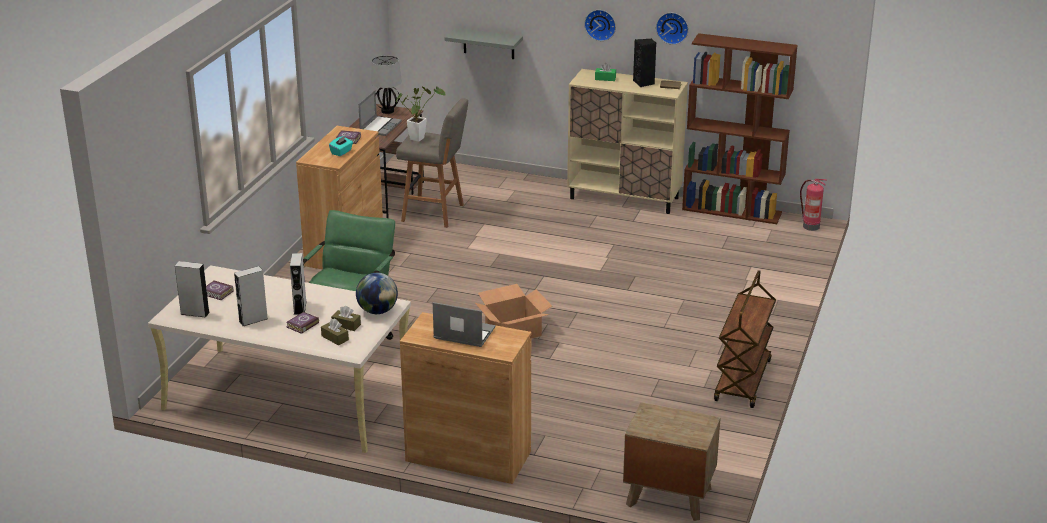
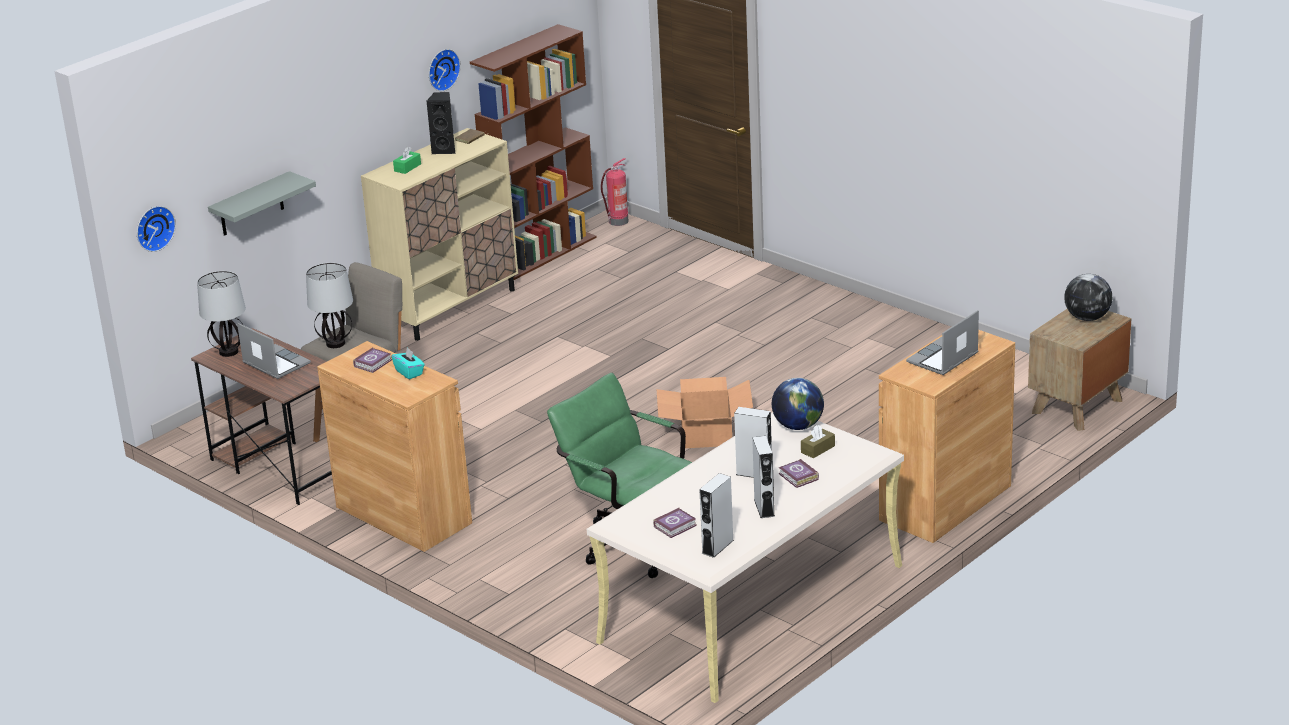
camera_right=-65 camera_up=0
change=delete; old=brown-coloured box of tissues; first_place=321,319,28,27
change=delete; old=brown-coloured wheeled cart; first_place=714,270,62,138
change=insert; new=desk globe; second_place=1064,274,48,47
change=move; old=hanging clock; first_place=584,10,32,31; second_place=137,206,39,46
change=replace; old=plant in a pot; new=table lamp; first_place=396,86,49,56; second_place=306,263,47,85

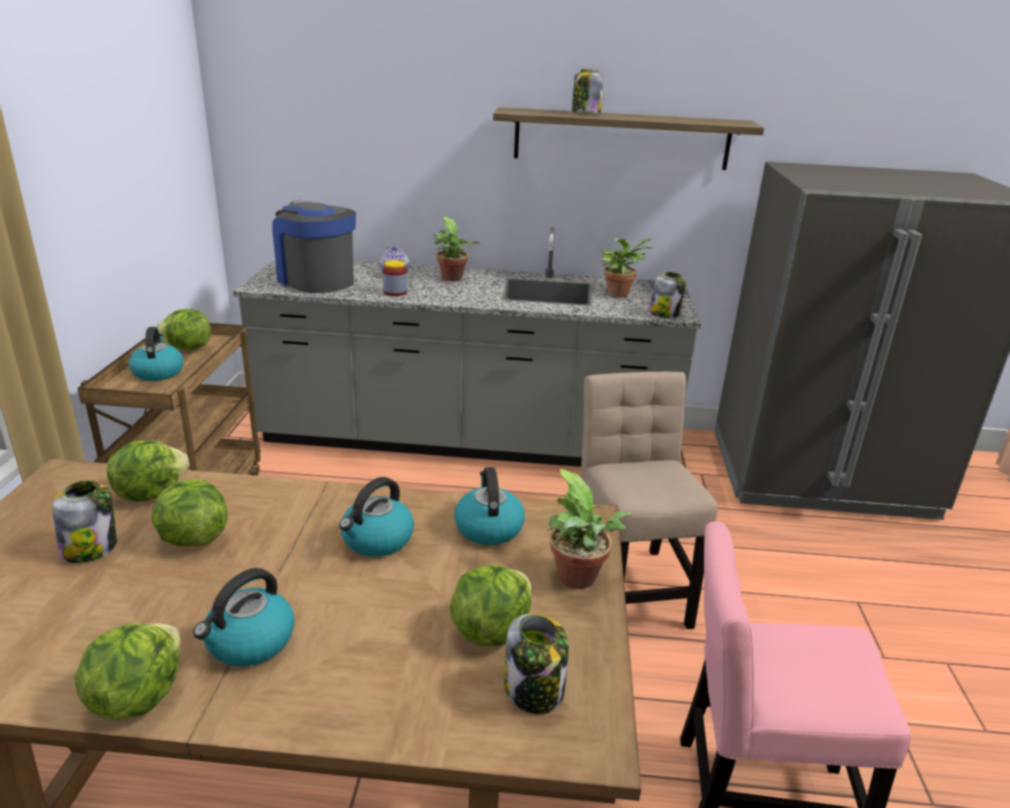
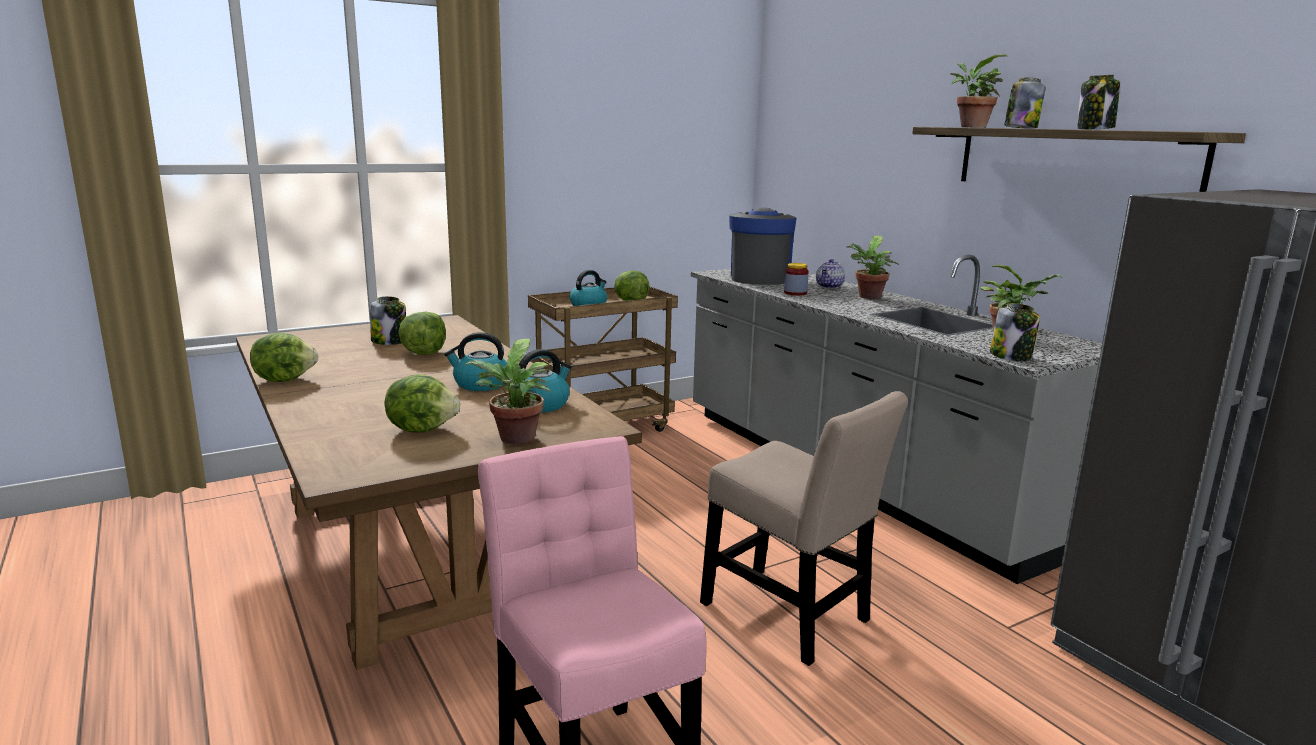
camera_right=55 camera_up=-10
change=delete; old=head of lettuce; first_place=107,440,83,62
change=delete; old=water kettle; first_place=193,568,101,98
change=insert; new=plant in a pot; second_place=950,54,58,74
change=move; old=jar; first_place=504,613,65,101; second_place=1077,75,43,54
change=rotate; old=beige-coloured plain chair; first_place=581,372,136,257; second_place=700,391,208,275; degrees=90

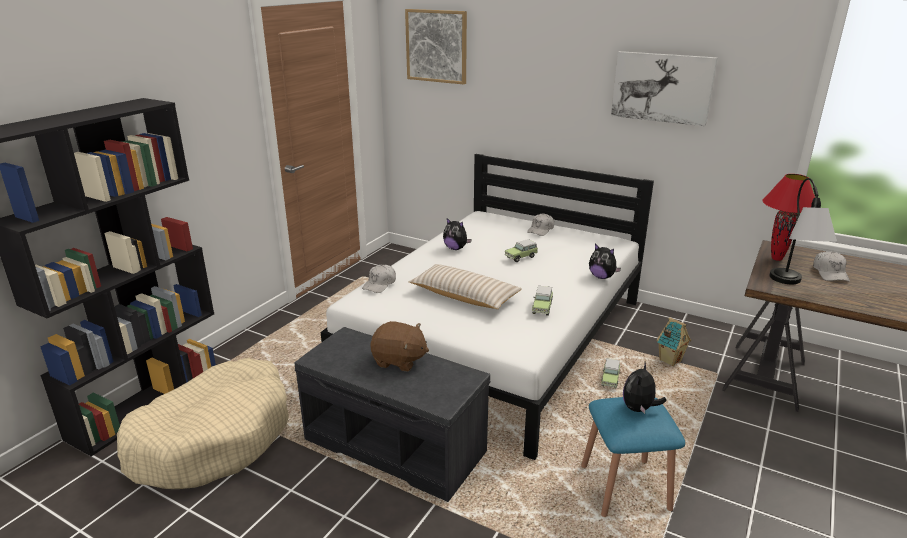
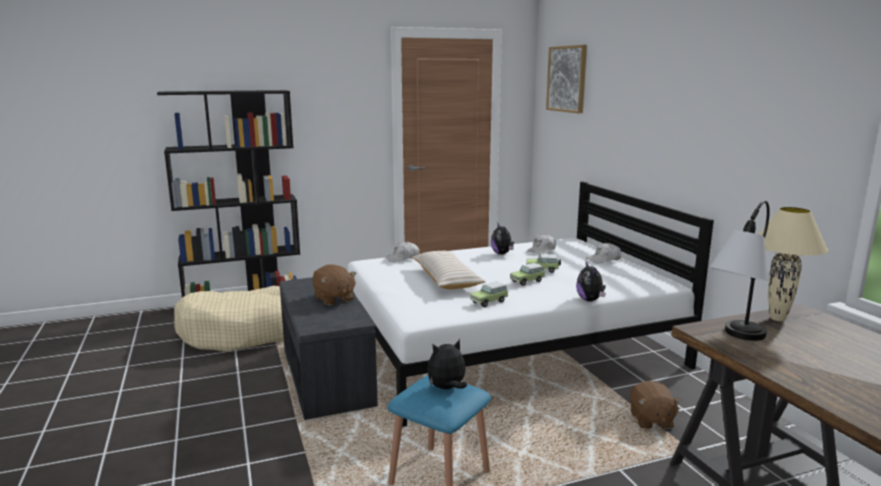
camera_right=40 camera_up=-10
change=delete; old=wall art; first_place=611,51,107,75
change=move; old=model car; first_place=601,359,19,30; second_place=510,263,35,23
change=move; old=white peaked cap; first_place=813,251,37,30; second_place=527,234,29,21
change=replace; old=miniature house; new=brown-coloured cuddly toy; first_place=656,317,35,49; second_place=630,381,52,48
change=recolor; old=red table lamp; new=beige-coloured table lamp; first_place=762,174,53,87; second_place=759,207,69,114

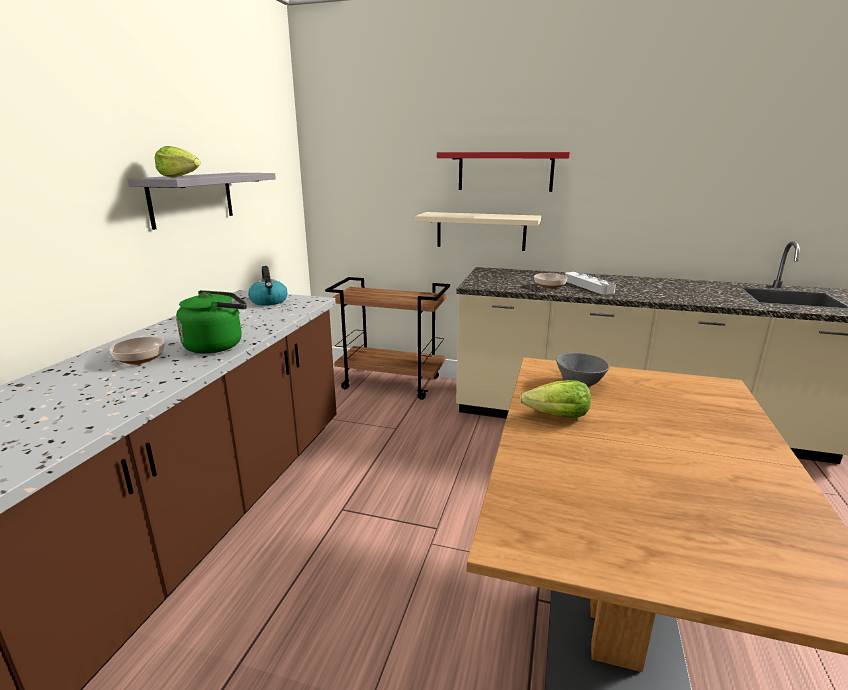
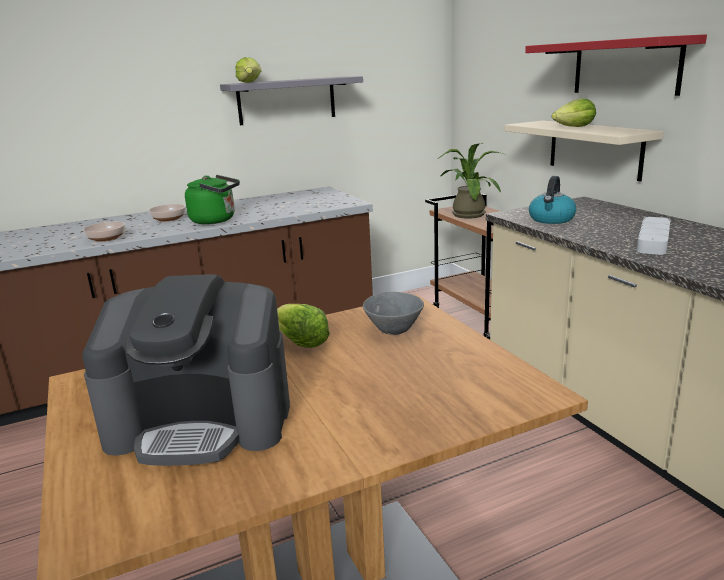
camera_right=50 camera_up=0
change=insert; new=coffee maker; second_place=82,274,208,192
change=insert; new=plant in a pot; second_place=438,143,68,76
change=insert; new=head of lettuce; second_place=552,98,44,29
change=move; old=water kettle; first_place=248,266,39,40; second_place=529,176,47,48
change=move; old=serving bowl; first_place=534,273,33,16; second_place=83,222,42,20

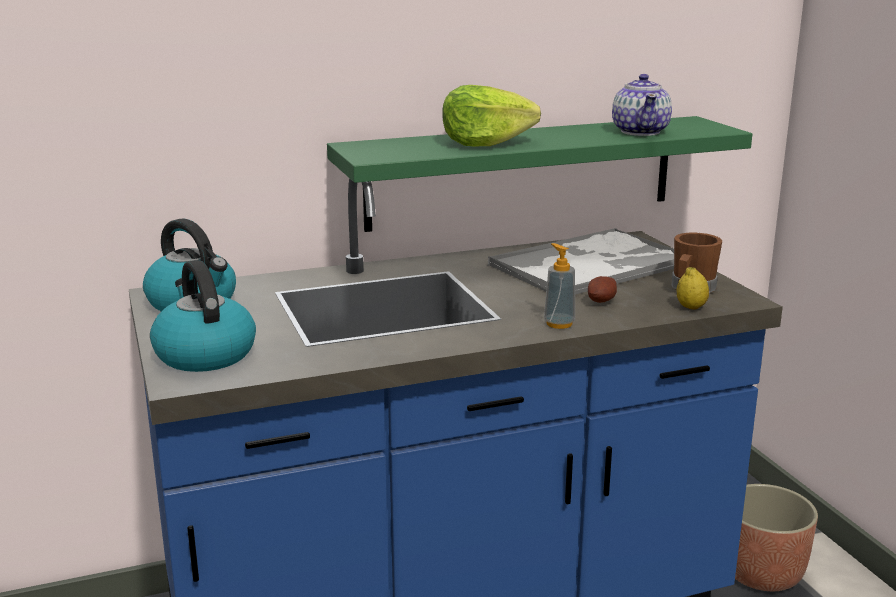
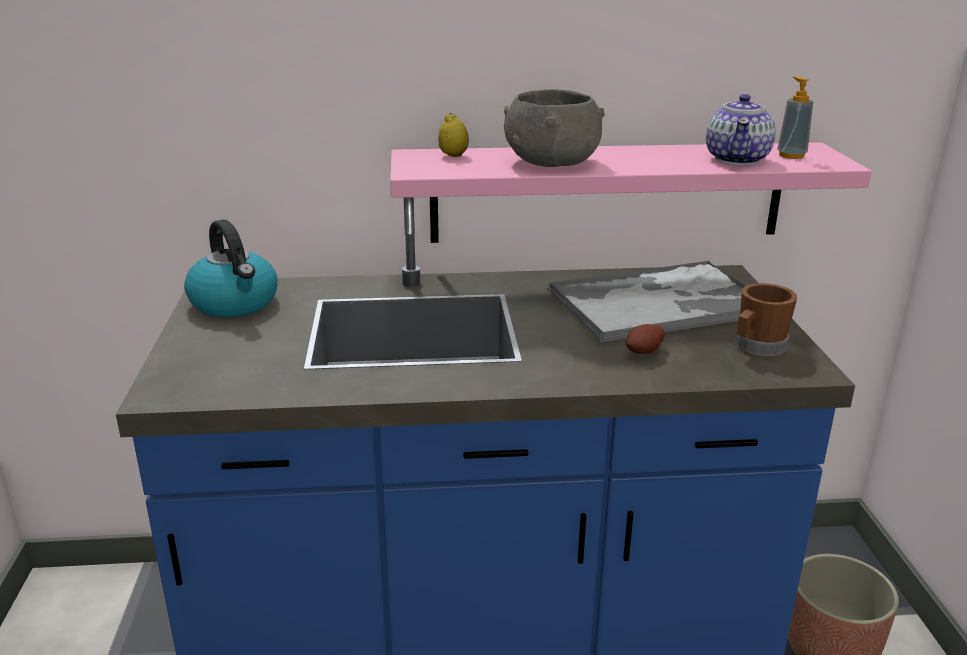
camera_right=15 camera_up=5
change=delete; old=water kettle; first_place=150,260,106,112
change=move; old=soap dispenser; first_place=544,243,31,86; second_place=777,76,36,83
change=move; old=citrus fruit; first_place=676,267,33,42; second_place=438,113,31,44
change=replace; old=head of lettuce; new=greyish serving bowl; first_place=442,85,99,62; second_place=504,89,101,78
change=recolor; old=green-coloured wall shelf; new=pink wall shelf; first_place=327,116,425,116; second_place=390,142,481,101

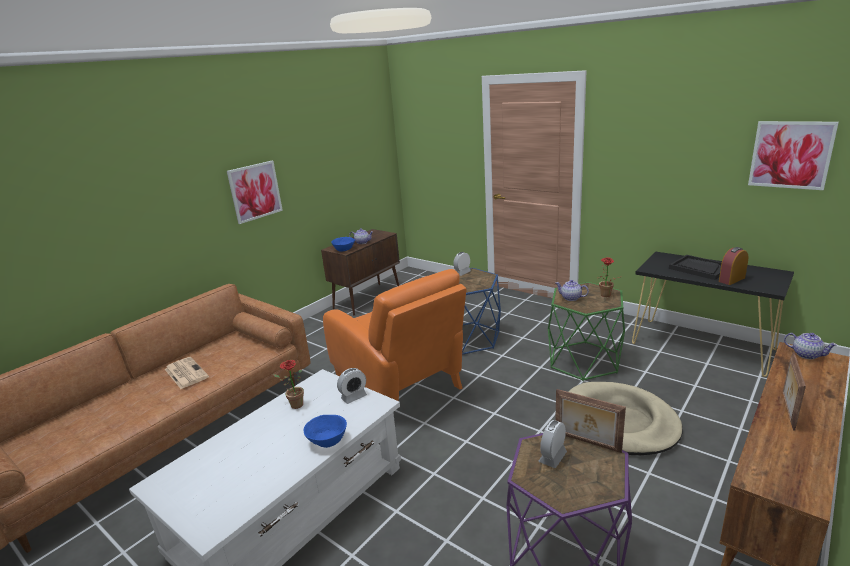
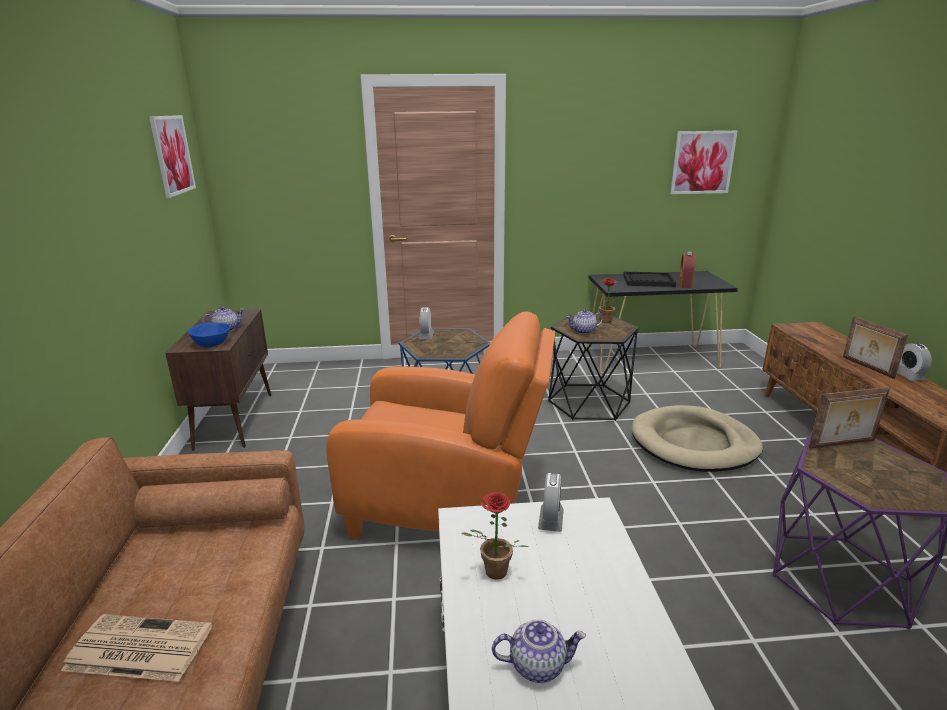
camera_right=-45 camera_up=0
change=delete; old=blue-coloured serving bowl; first_place=304,415,43,33
change=move; old=wall art; first_place=227,161,56,63; second_place=149,115,47,83
change=move; old=bedside clock; first_place=539,420,28,48; second_place=897,343,35,38
change=move; old=pot for tea; first_place=784,333,53,26; second_place=492,619,94,64
change=recolor; old=green-coloured end table; new=blackish end table; first_place=548,282,77,99; second_place=548,314,91,107

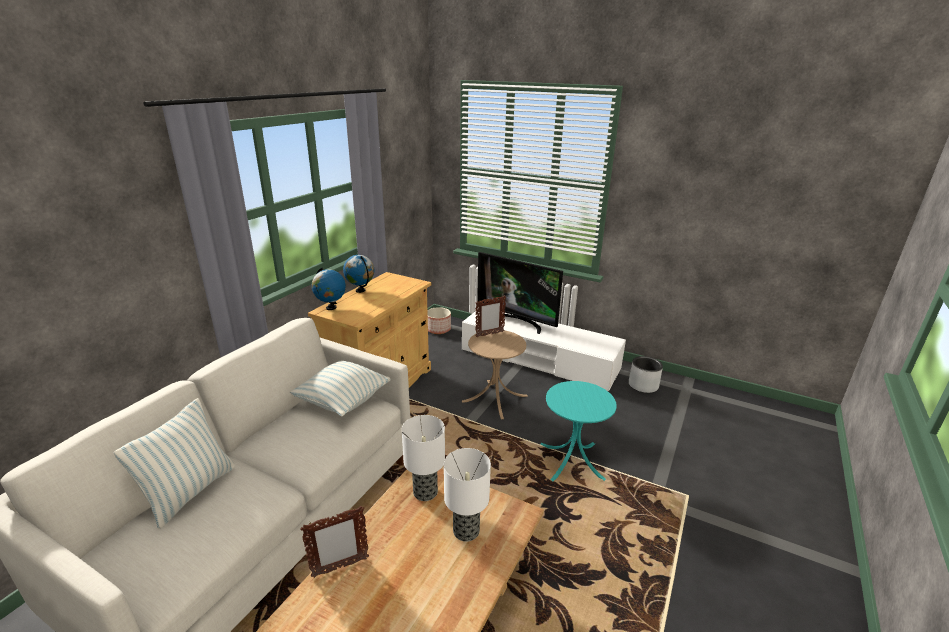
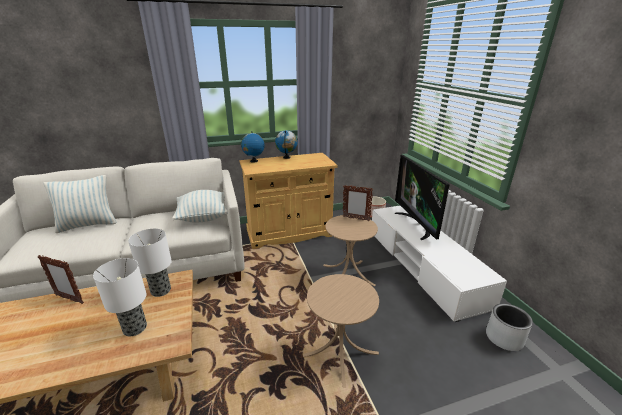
camera_right=45 camera_up=0
change=recolor; old=turquoise-coloured end table; new=beige-coloured end table; first_place=540,381,77,100; second_place=303,274,76,114

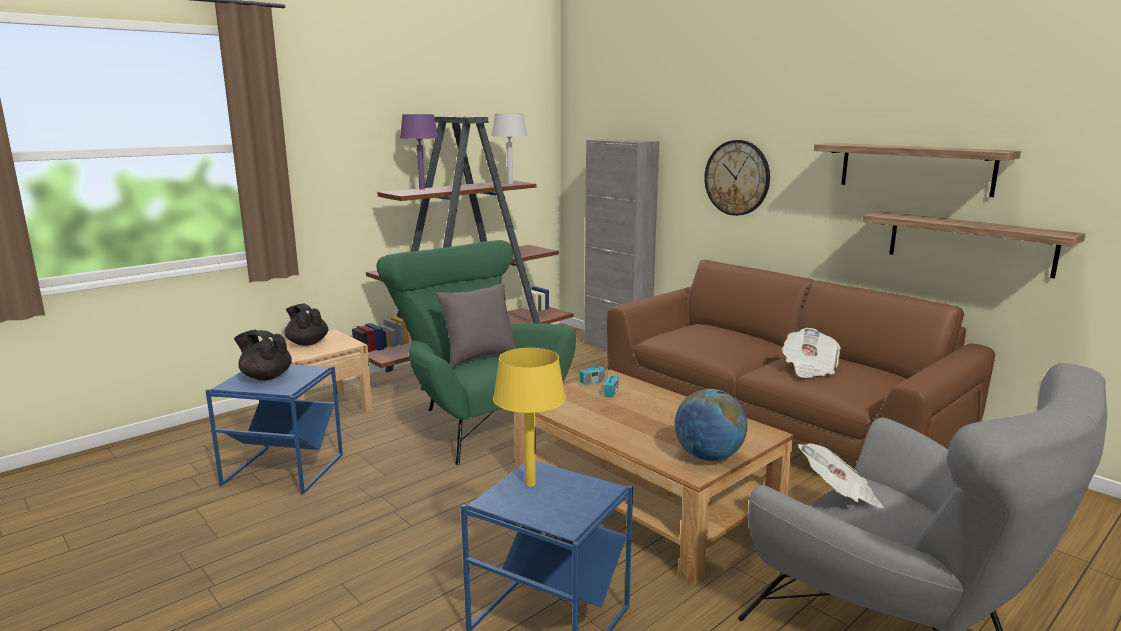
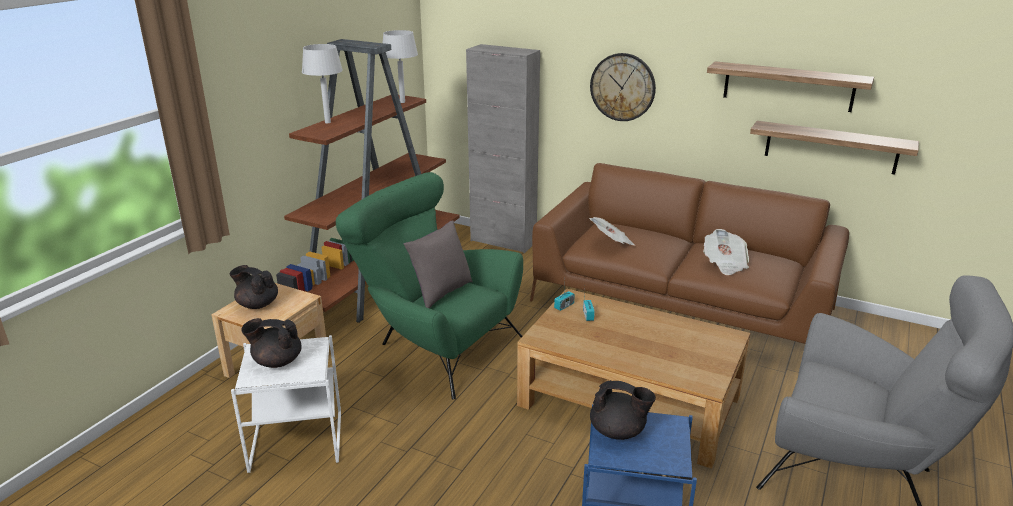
camera_right=-20 camera_up=10
change=delete; old=desk globe; first_place=675,389,72,72
change=move; old=daily paper; first_place=798,443,86,65; second_place=589,217,46,29
change=replace; old=yellow table lamp; new=blackish pot for tea; first_place=493,348,73,139; second_place=590,380,66,60
change=recolor; old=blue-coloured end table; new=white end table; first_place=206,365,137,129; second_place=231,335,110,138
change=recolor; old=purple table lamp; new=greyish table lamp; first_place=400,114,39,75; second_place=302,44,41,79

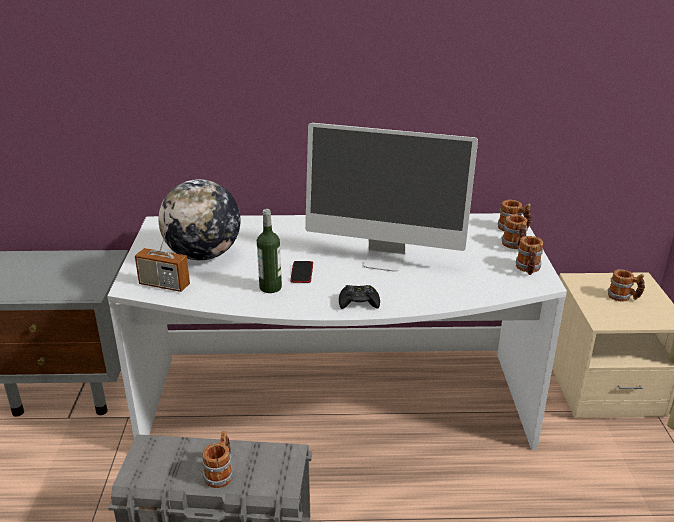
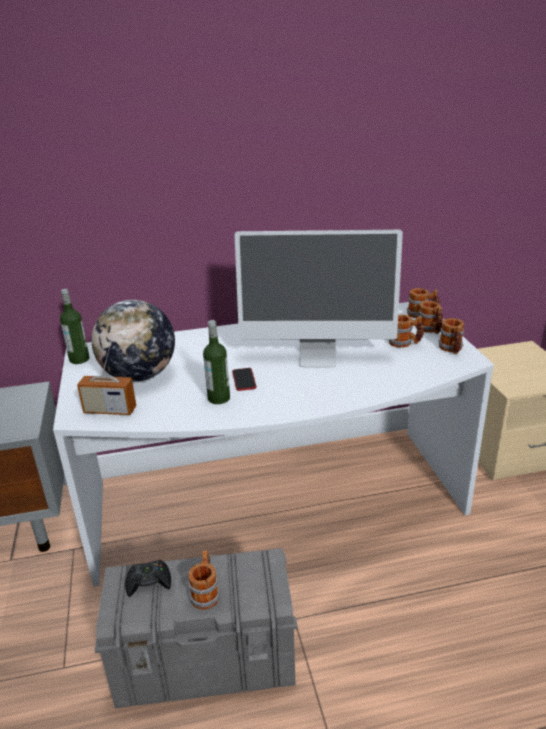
camera_right=-10 camera_up=0
change=insert; new=drink bottle; second_place=60,289,29,75
change=move; old=blackish gamepad; first_place=339,285,41,24; second_place=126,560,45,37
change=move; old=coffee mug; first_place=608,269,37,33; second_place=389,315,35,33

